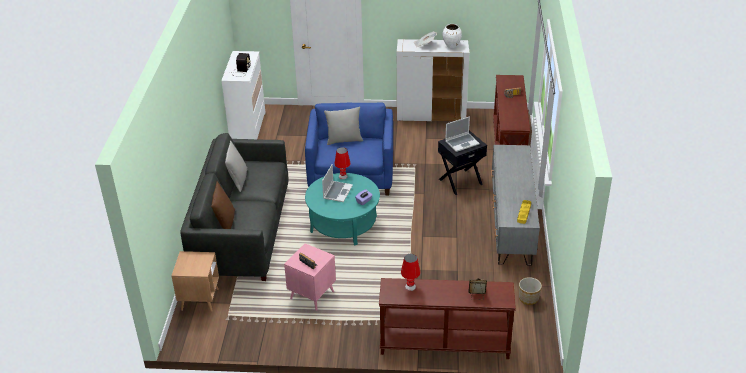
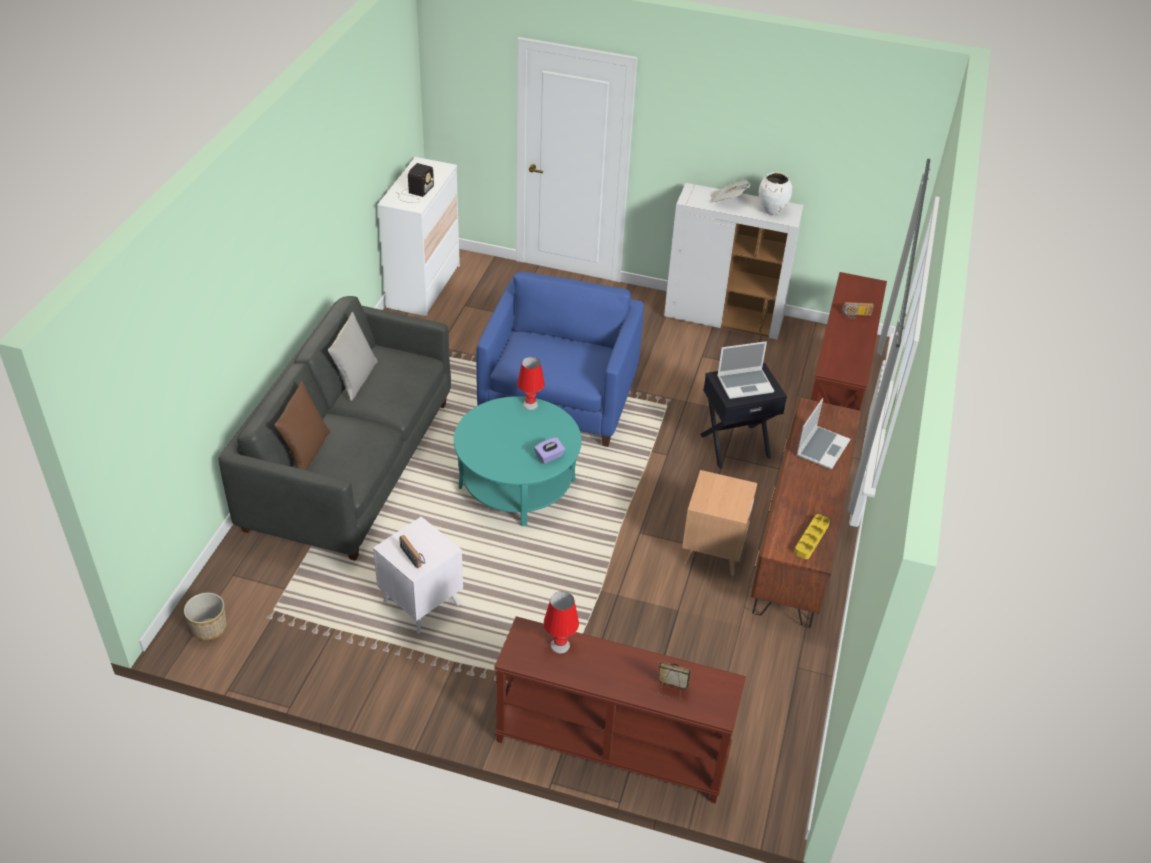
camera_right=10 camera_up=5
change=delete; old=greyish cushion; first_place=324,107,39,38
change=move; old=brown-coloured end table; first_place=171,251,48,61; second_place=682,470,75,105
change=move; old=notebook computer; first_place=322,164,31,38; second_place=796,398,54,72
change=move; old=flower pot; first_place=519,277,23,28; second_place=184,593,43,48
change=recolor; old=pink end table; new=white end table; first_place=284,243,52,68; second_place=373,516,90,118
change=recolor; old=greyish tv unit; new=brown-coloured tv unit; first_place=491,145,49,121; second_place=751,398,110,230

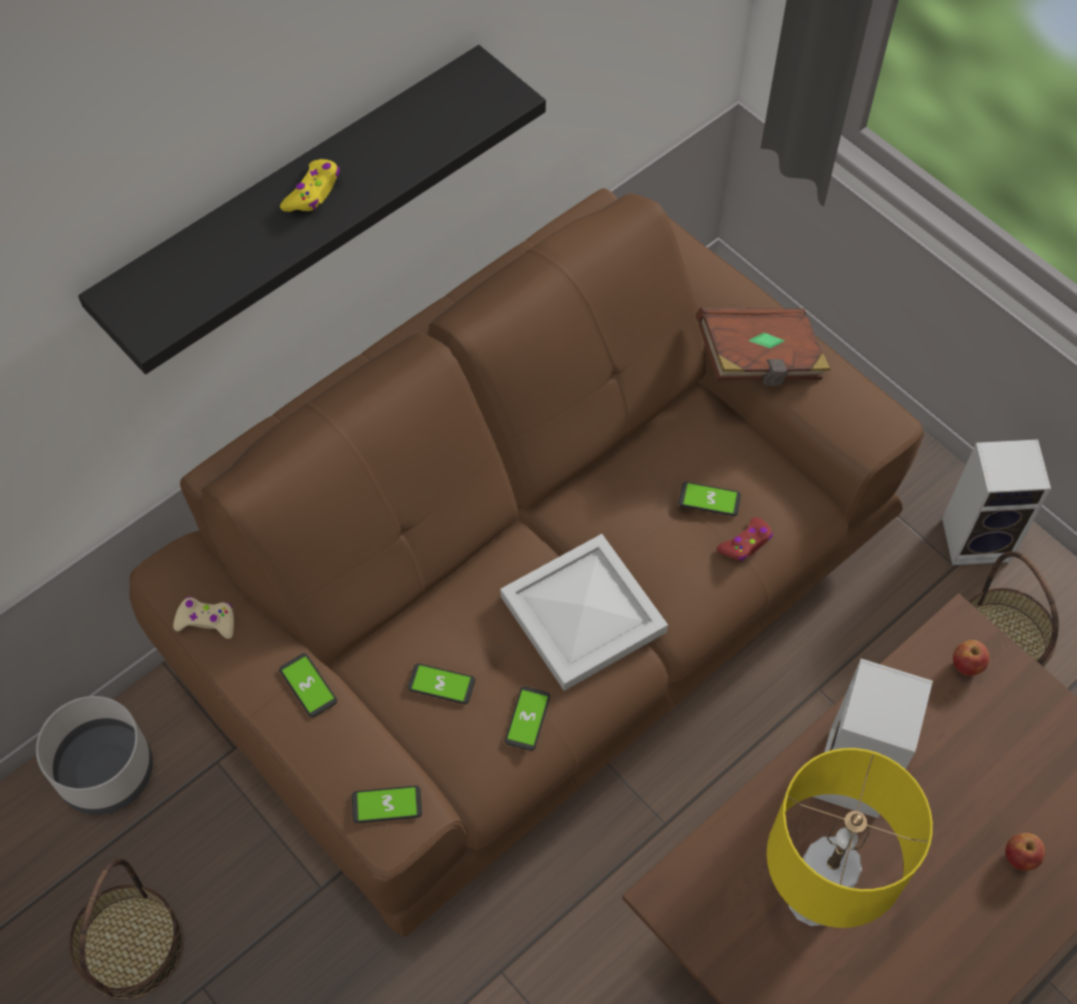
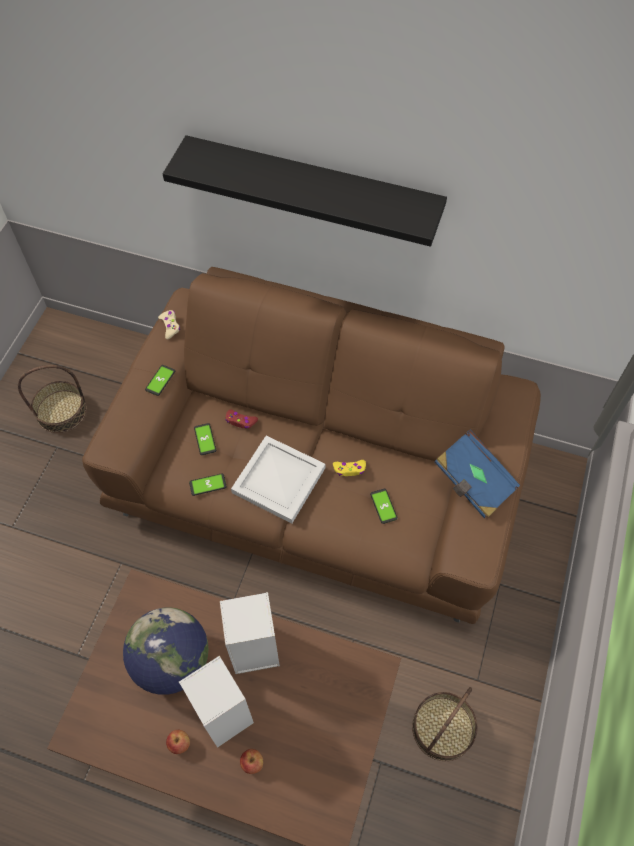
camera_right=60 camera_up=0
change=delete; old=greyish flower pot; first_place=36,696,117,119
change=delete; old=handset; first_place=352,786,70,37
change=move; old=yellow gamepad; first_place=280,159,60,53; second_place=333,460,33,16
change=move; old=red gamepad; first_place=717,517,56,44; second_place=225,409,33,20
change=move; old=audio speaker; first_place=942,440,109,126; second_place=179,656,75,92
change=move; old=apple fruit; first_place=953,640,36,36; second_place=166,730,24,24
change=replace; old=yellow table lamp; new=desk globe; first_place=767,748,166,180; second_place=123,608,85,87
change=recolor; old=brown-coloured bound book; new=blue-coloured bound book; first_place=696,308,134,78; second_place=434,429,86,89

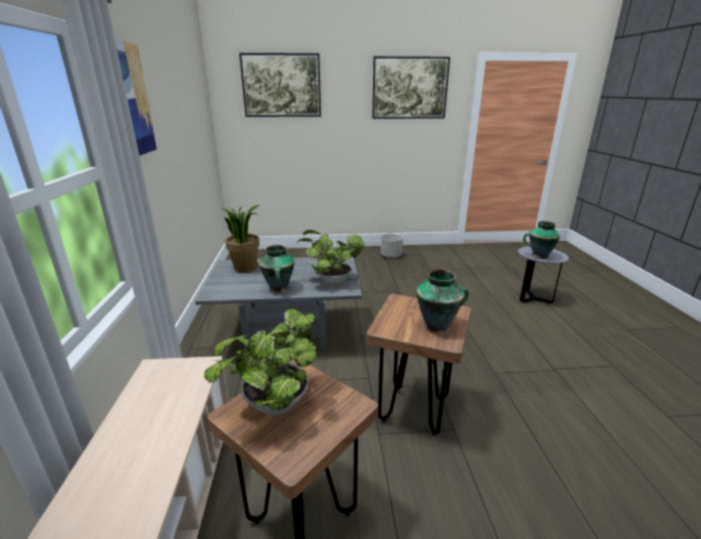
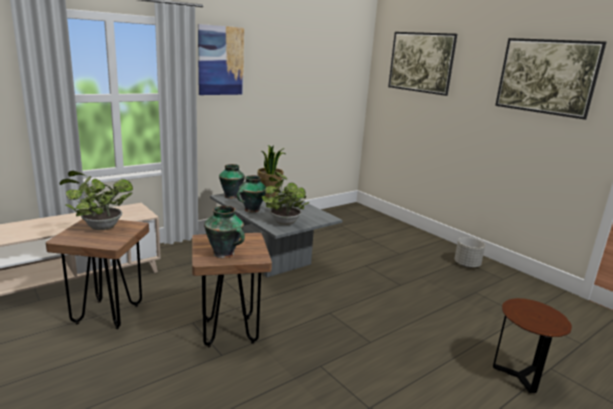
camera_right=55 camera_up=-5
change=move; old=decorative vase; first_place=523,221,37,38; second_place=219,164,26,35
change=recolor; old=greyish end table; new=brown-coloured end table; first_place=518,246,51,57; second_place=493,298,79,95

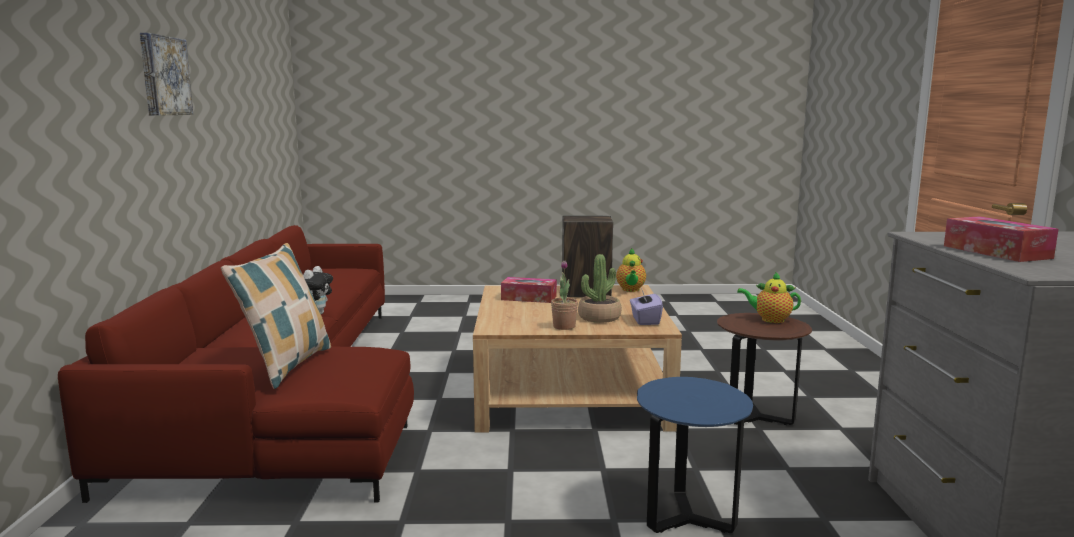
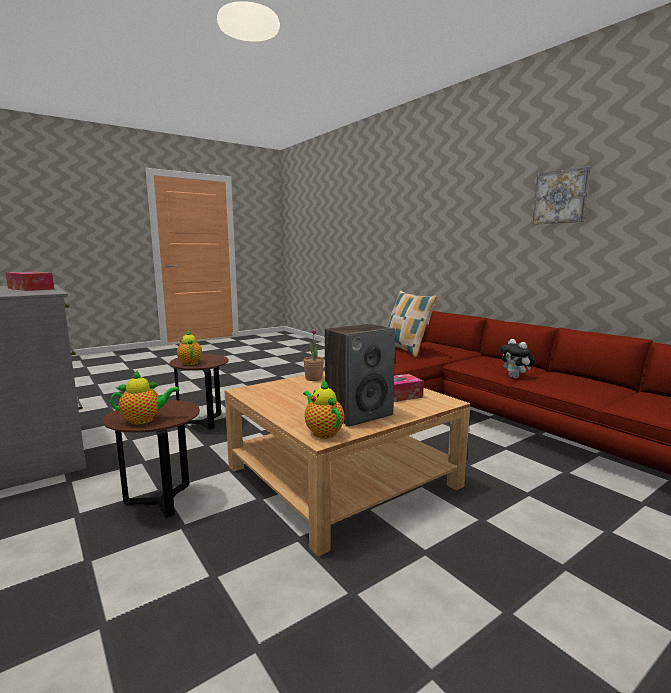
camera_right=145 camera_up=0
change=delete; old=plant in a pot; first_place=578,254,43,69
change=delete; old=purple box of tissues; first_place=630,288,33,37
change=insert; new=pot for tea; second_place=177,330,25,35
change=recolor; old=blue-coloured end table; new=brown-coloured end table; first_place=637,377,116,156; second_place=169,354,60,76

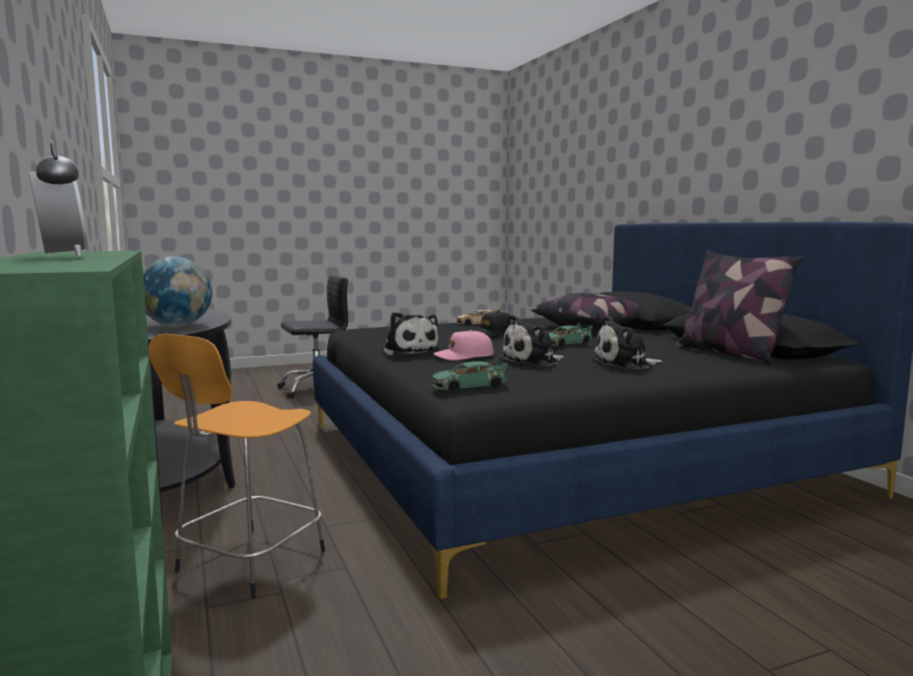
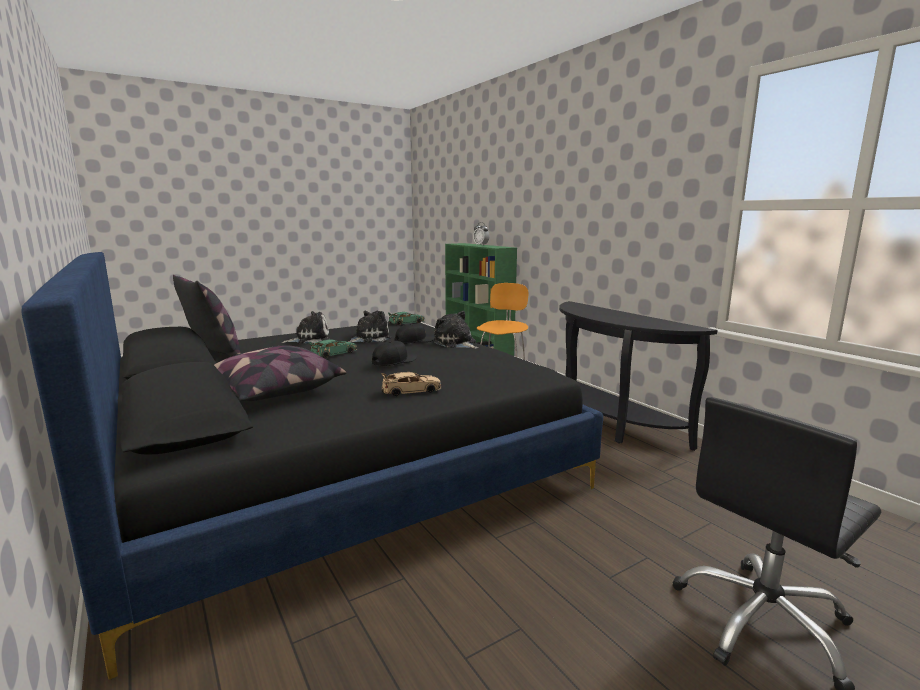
camera_right=170 camera_up=5
change=delete; old=desk globe; first_place=143,256,69,70
change=recolor; old=pink peaked cap; new=blackish peaked cap; first_place=433,330,61,30; second_place=395,324,40,19

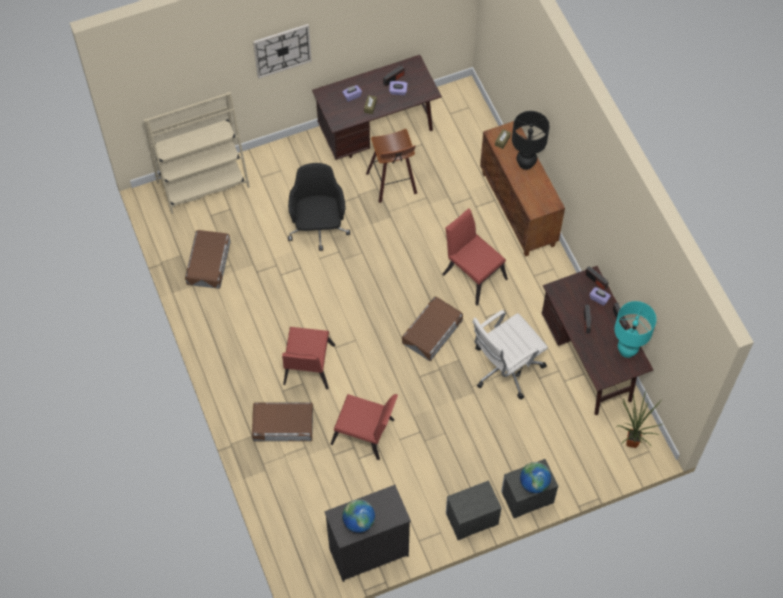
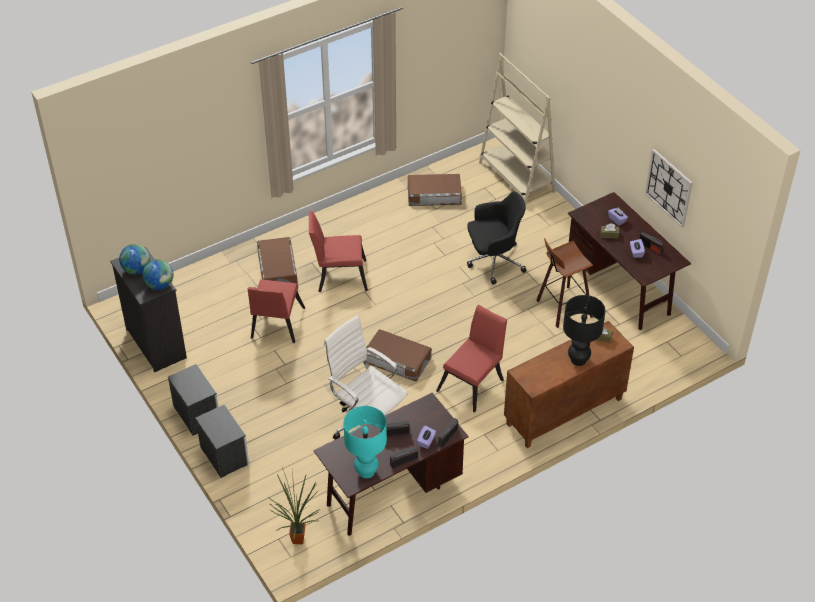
camera_right=80 camera_up=-15
change=move; old=hanging clock; first_place=253,24,59,55; second_place=645,149,48,79
change=move; old=desk globe; first_place=520,462,31,31; second_place=142,259,31,31

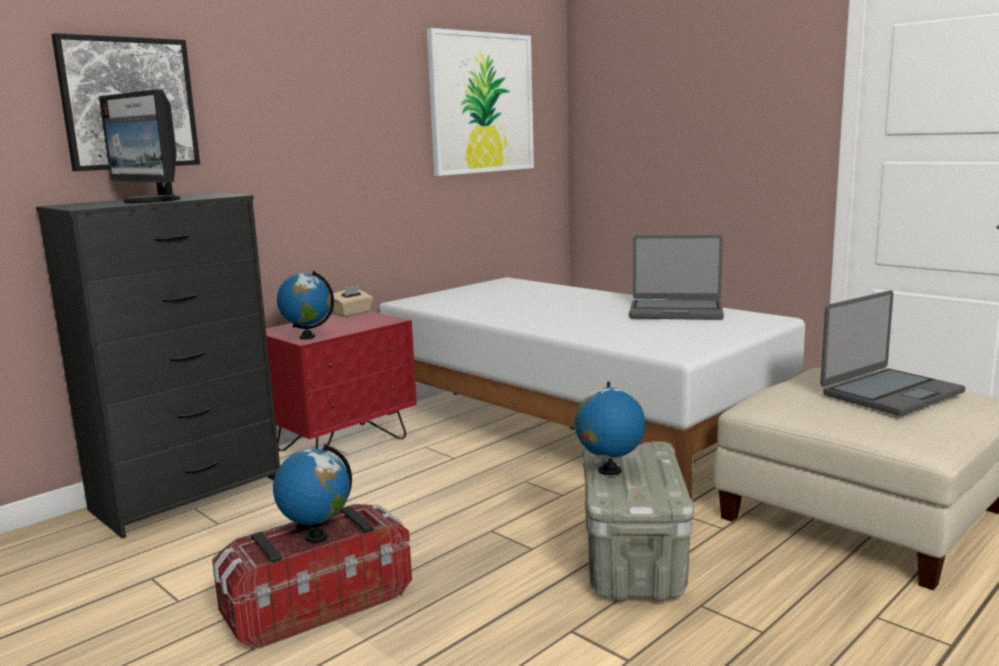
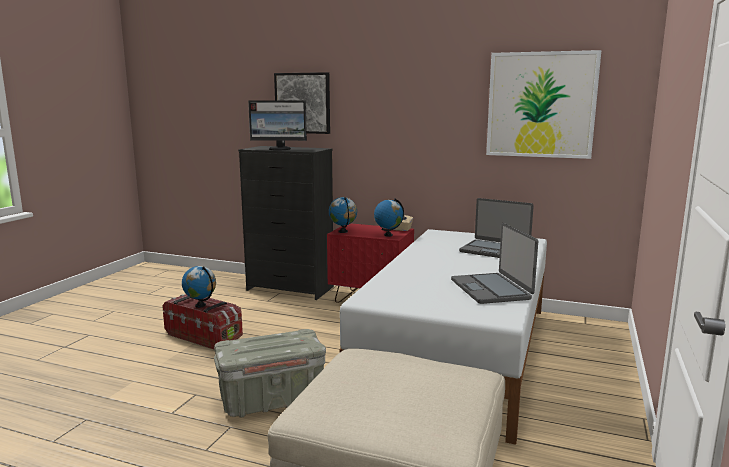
camera_right=65 camera_up=0
change=move; old=desk globe; first_place=575,382,70,93; second_place=374,198,30,39
change=move; old=notebook computer; first_place=820,290,145,126; second_place=459,198,75,60
change=rotate; old=monitor; first_place=99,90,81,113; second_place=248,101,59,49; degrees=-105

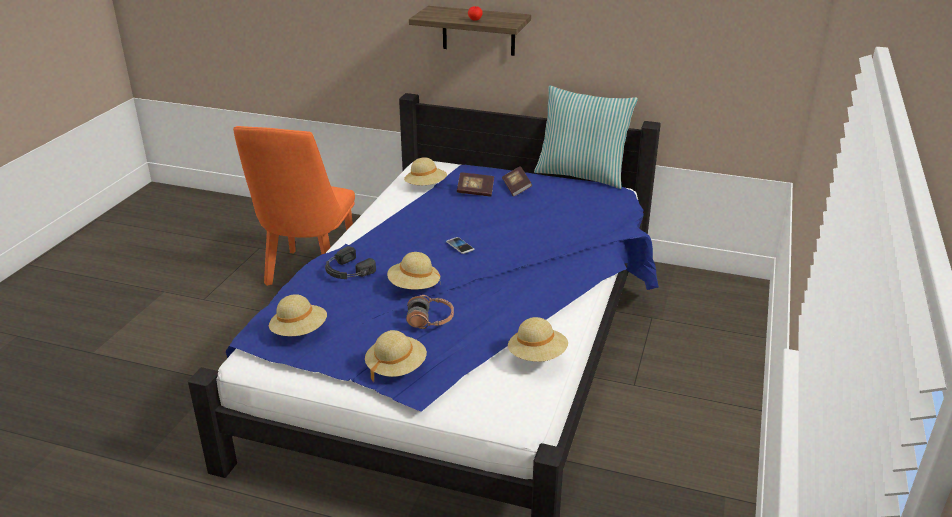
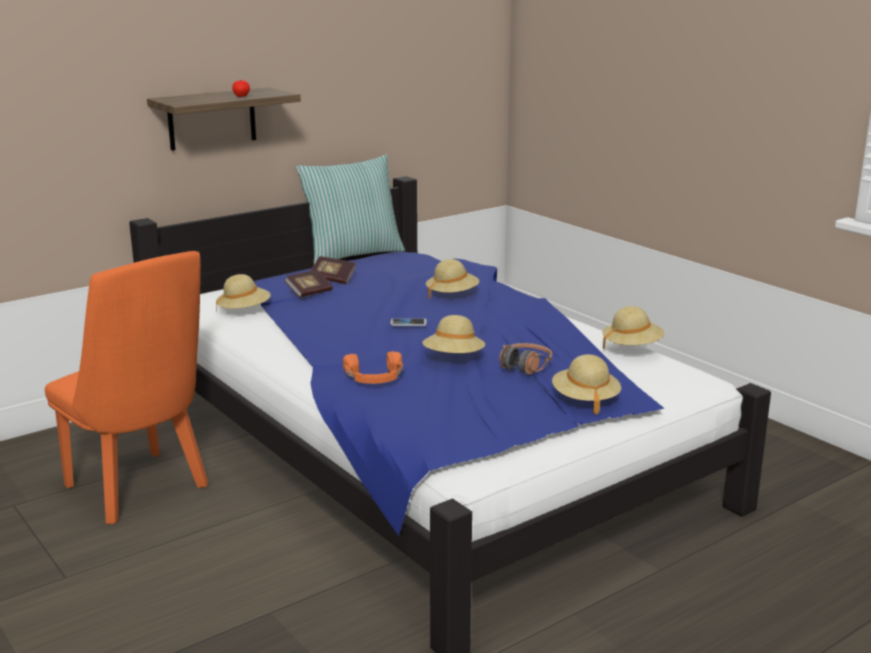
camera_right=-55 camera_up=-10
change=move; old=beige-coloured wearable hat; first_place=269,294,58,42; second_place=426,259,53,41
change=recolor; old=blackish headphones; new=orange-coloured headphones; first_place=325,246,51,33; second_place=343,351,60,33

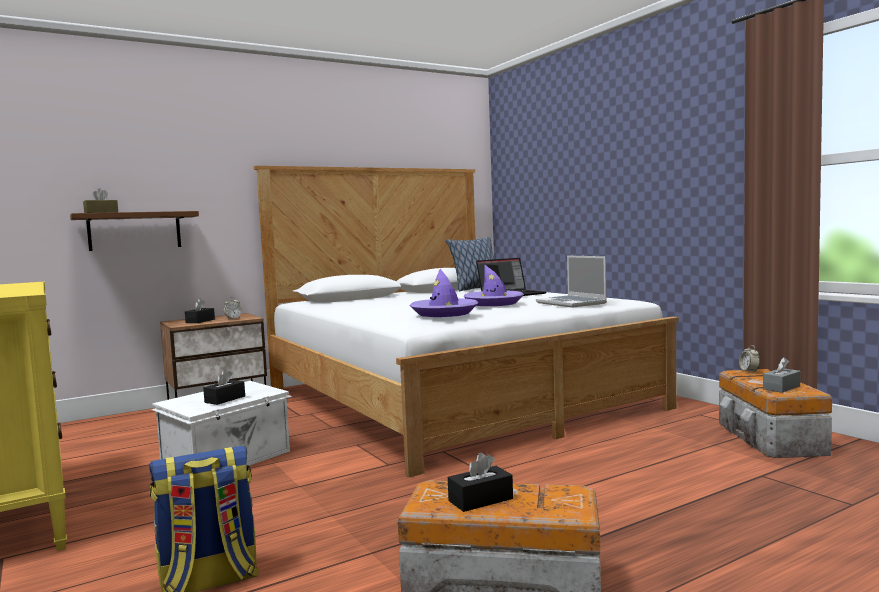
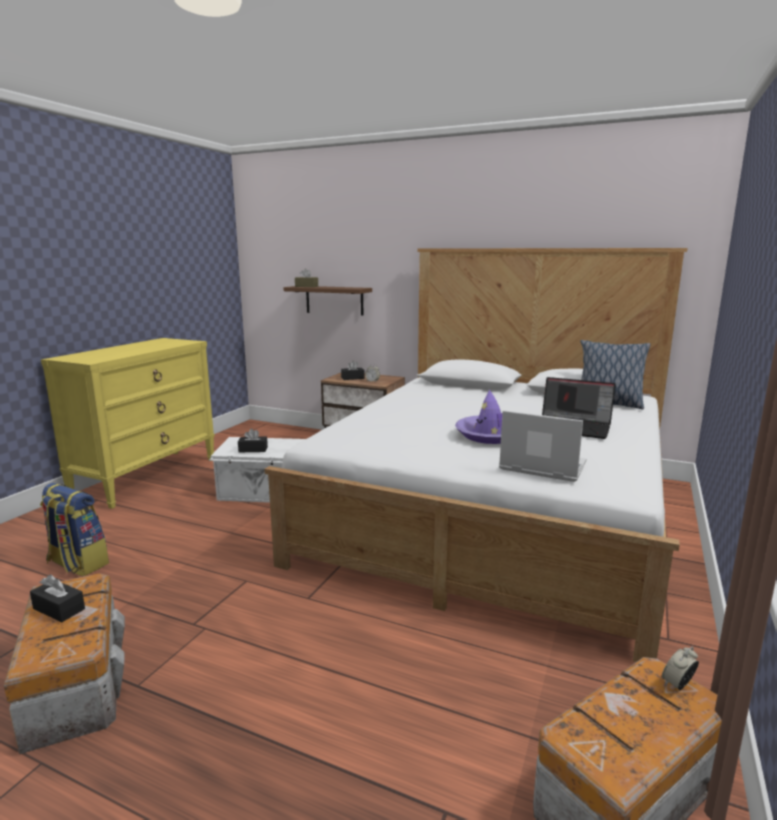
camera_right=55 camera_up=10
change=delete; old=purple wearable hat; first_place=409,269,69,48
change=delete; old=greyish box of tissues; first_place=763,357,38,36
change=rotate; old=notebook computer; first_place=536,255,71,53; second_place=499,410,87,72; degrees=90

